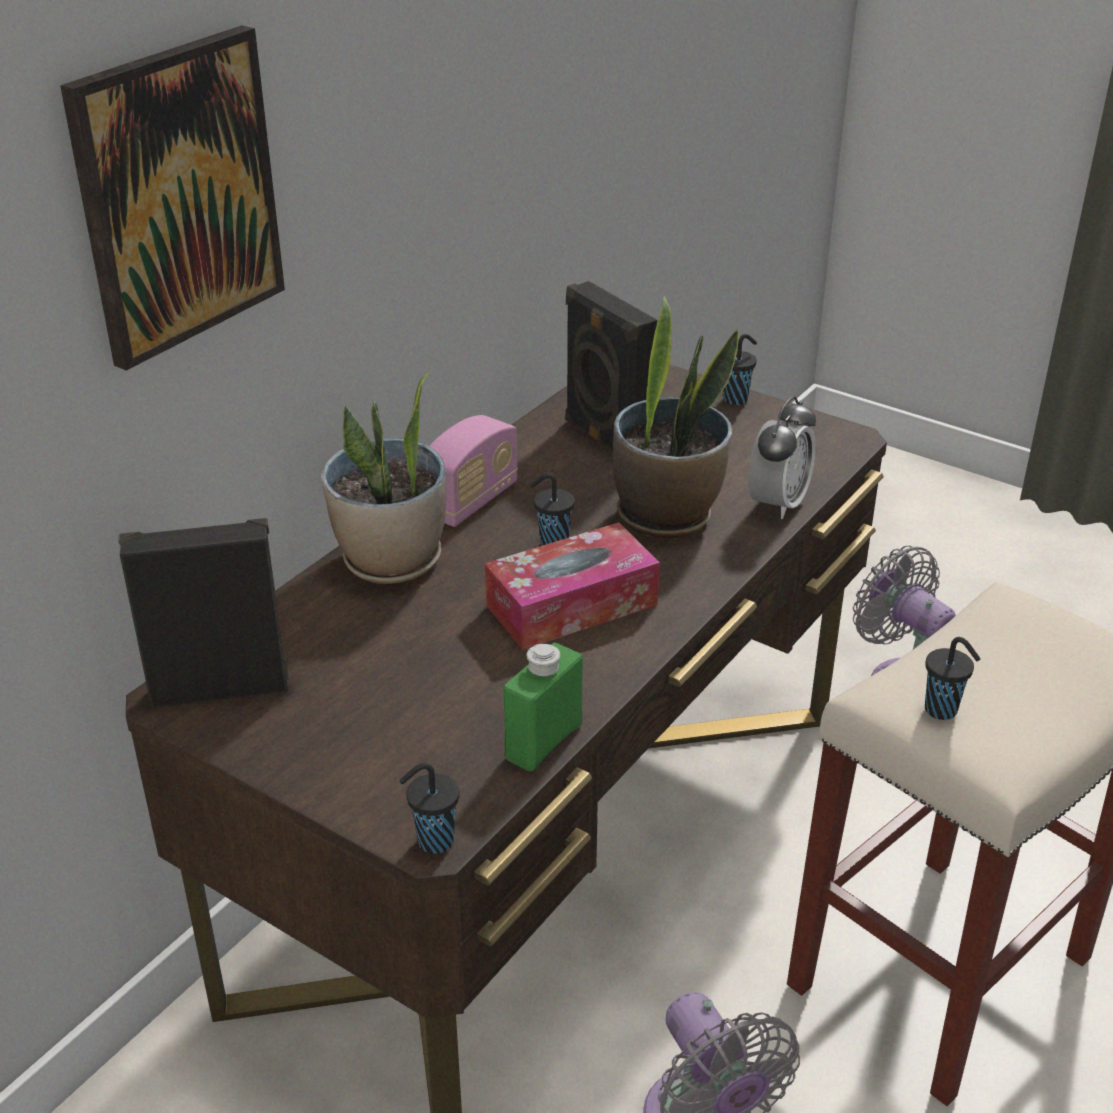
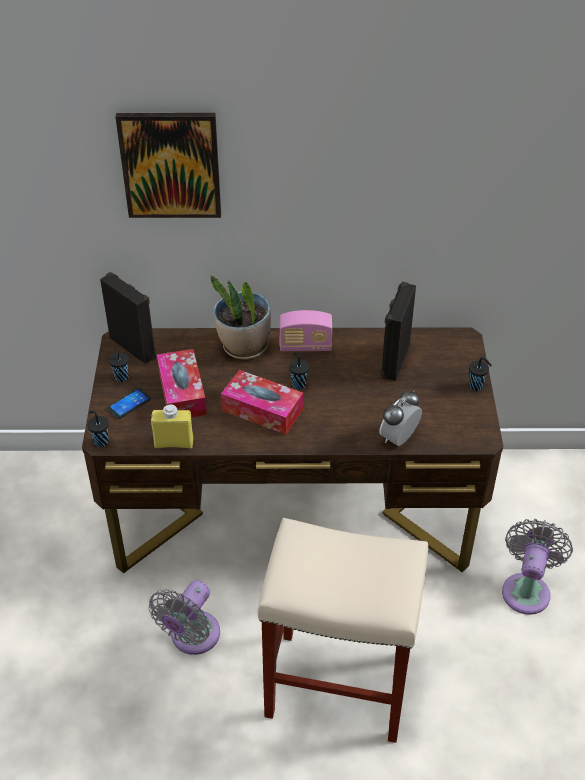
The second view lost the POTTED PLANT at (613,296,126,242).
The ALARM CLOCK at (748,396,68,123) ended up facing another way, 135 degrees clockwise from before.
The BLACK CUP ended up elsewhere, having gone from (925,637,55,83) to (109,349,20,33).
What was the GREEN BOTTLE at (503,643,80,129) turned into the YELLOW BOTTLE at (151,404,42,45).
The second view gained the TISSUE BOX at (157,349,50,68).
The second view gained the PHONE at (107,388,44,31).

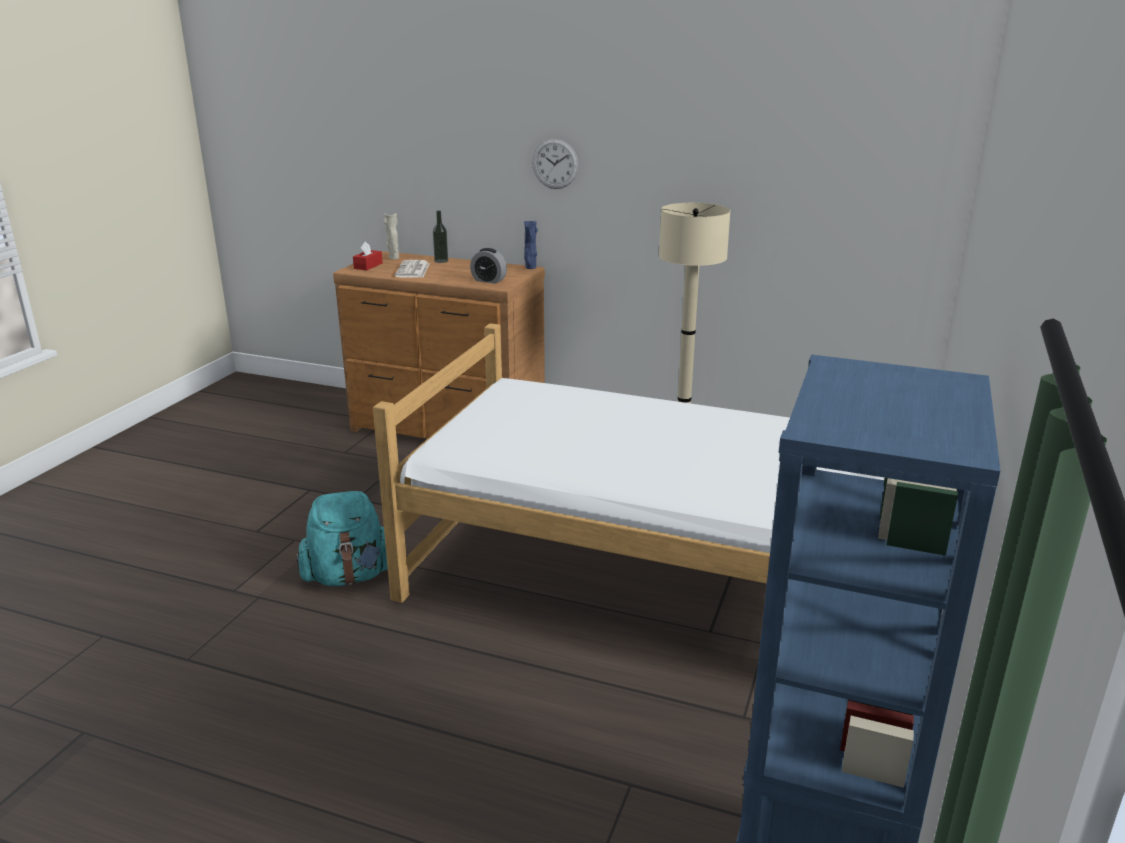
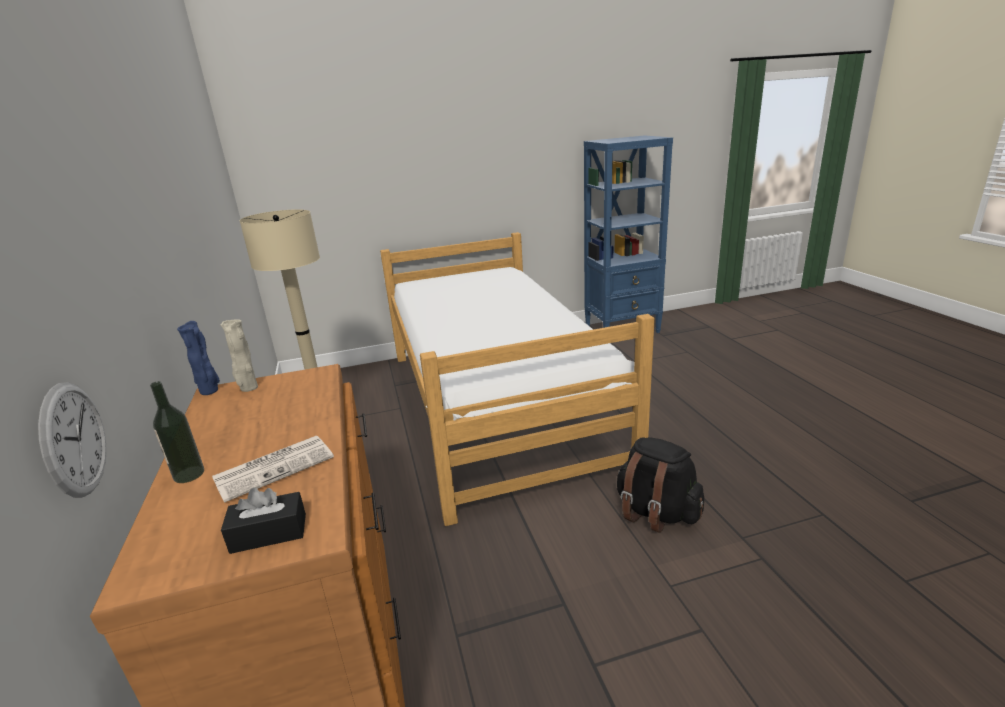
The WALL CLOCK ended up elsewhere, having gone from (532,139,47,50) to (38,382,69,115).
The BEIGE VASE ended up elsewhere, having gone from (384,213,15,47) to (221,319,37,73).
What was the RED TISSUE BOX at (353,241,30,29) turned into the BLACK TISSUE BOX at (221,487,85,67).
The second view lost the ALARM CLOCK at (470,248,37,36).
What was the TURQUOISE BACKPACK at (297,491,91,95) turned into the BLACK BACKPACK at (617,437,87,96).

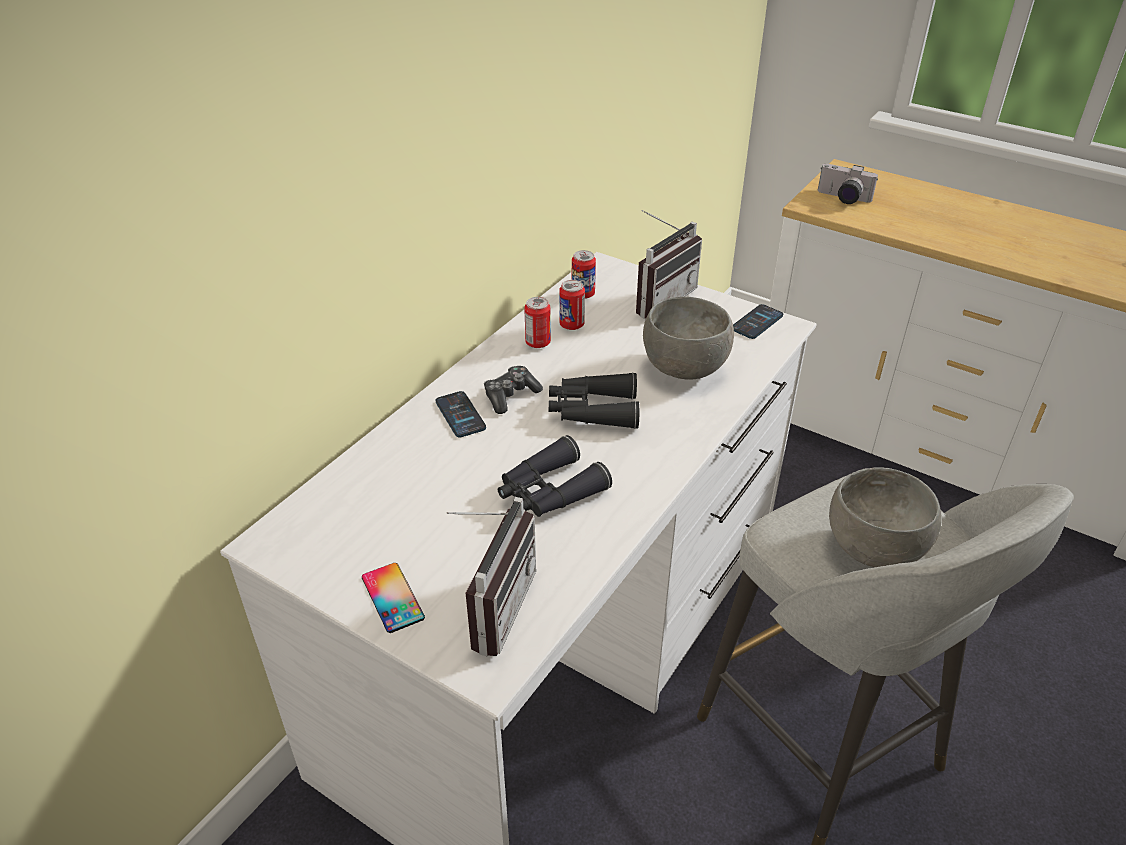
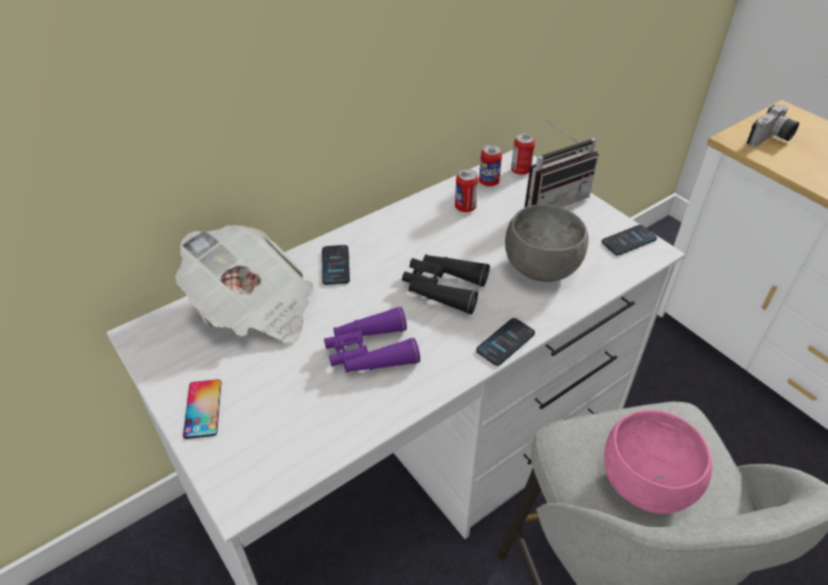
The PHOTO CAMERA at (818,164,60,40) ended up facing another way, 90 degrees counterclockwise from before.
The CAN ended up elsewhere, having gone from (524,297,27,51) to (511,133,24,42).
The second view lost the GAME CONTROLLER at (484,366,59,48).
What was the BLACK BINOCULARS at (498,435,114,82) turned into the PURPLE BINOCULARS at (324,307,96,66).
What was the GREY BOWL at (829,467,113,100) turned into the PINK BOWL at (604,410,108,104).
The second view lost the RADIO at (446,497,90,159).
The second view gained the NEWSPAPER at (175,225,138,118).
The second view gained the PHONE at (476,318,59,48).

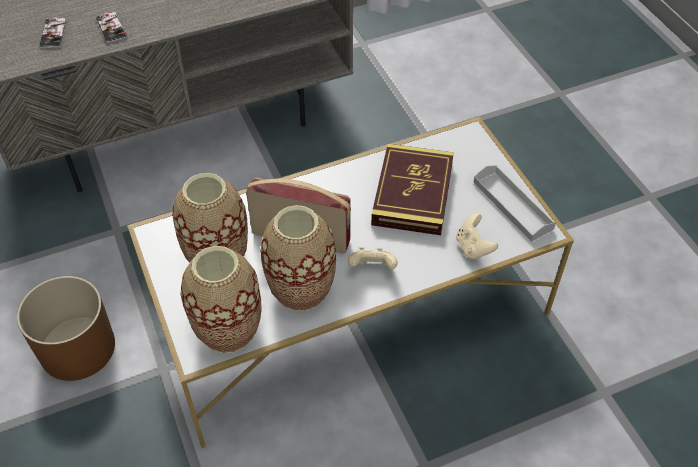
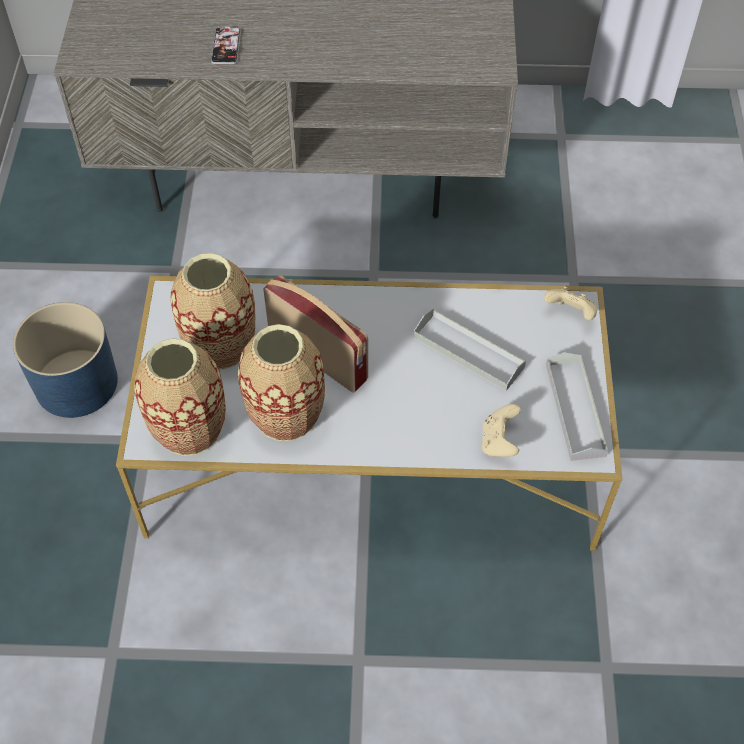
The second view lost the PHONE at (39,17,28,32).
Where the BOOK stood at (371,144,83,91), the GREY TRAY came to stand at (413,309,113,82).
The BEIGE GAME CONTROLLER ended up elsewhere, having gone from (348,247,49,22) to (544,286,53,35).
What was the BROWN PLANTER at (17,276,98,105) turned into the BLUE PLANTER at (13,302,105,116).

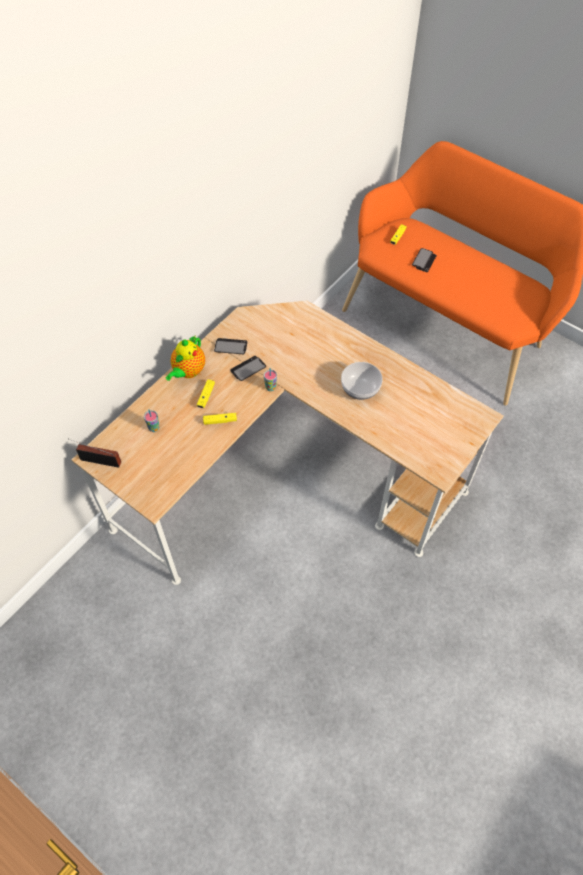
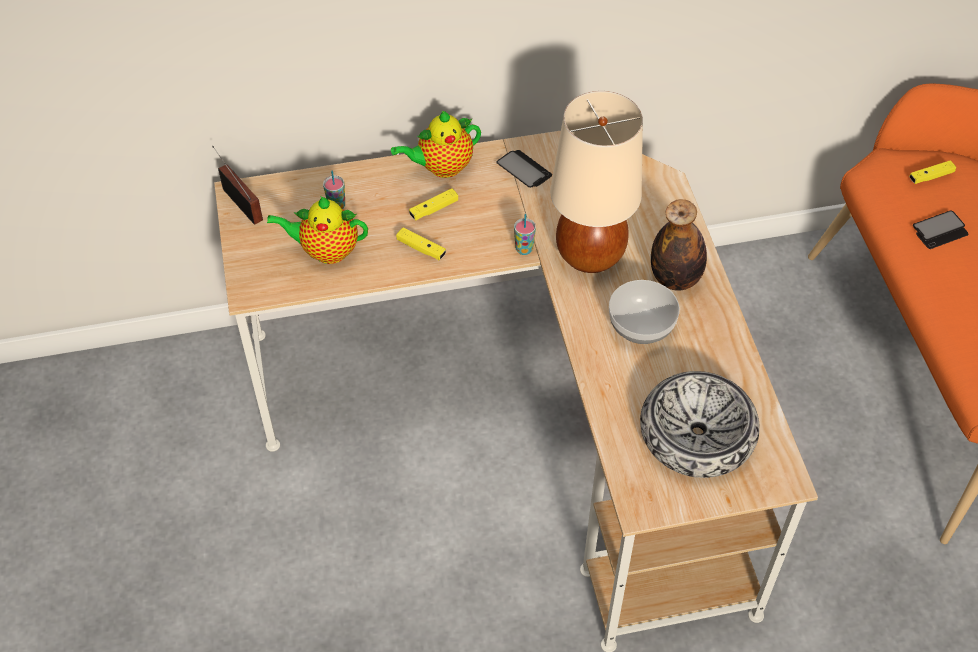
The second view lost the PHONE at (230,356,36,25).
The second view gained the BEIGE TABLE LAMP at (551,91,92,182).
The second view gained the TEAPOT at (267,197,101,67).
The second view gained the BOTTLE at (651,199,56,92).
The second view gained the BOWL at (640,371,120,107).

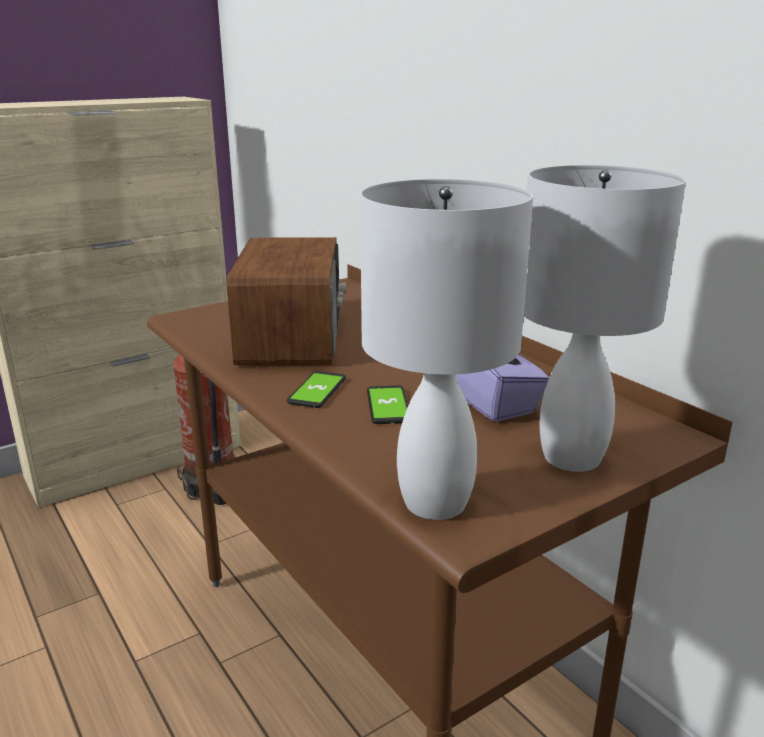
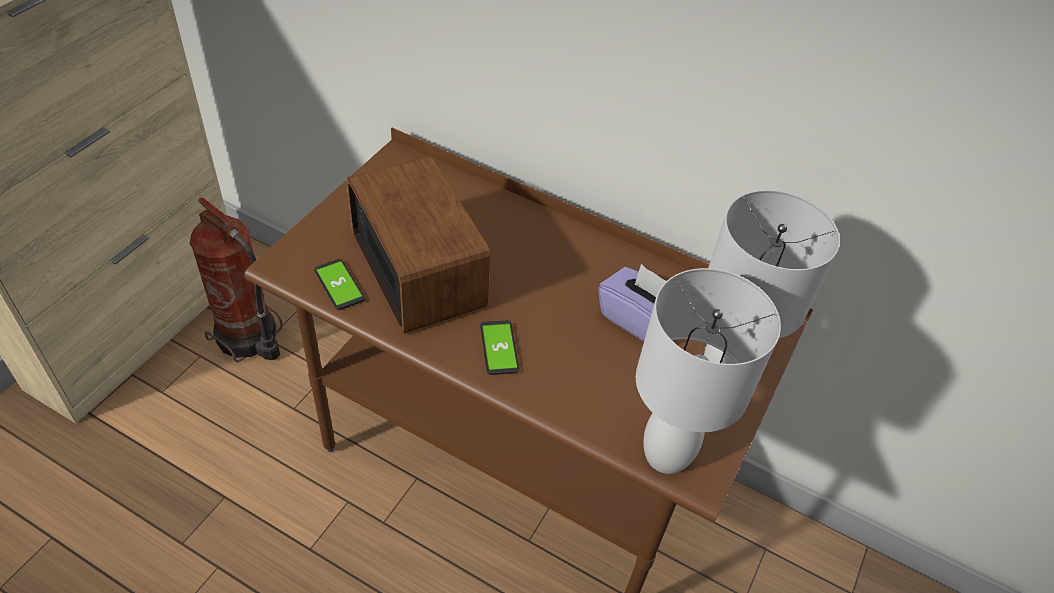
The PHONE ended up elsewhere, having gone from (367,386,41,38) to (314,259,51,51).

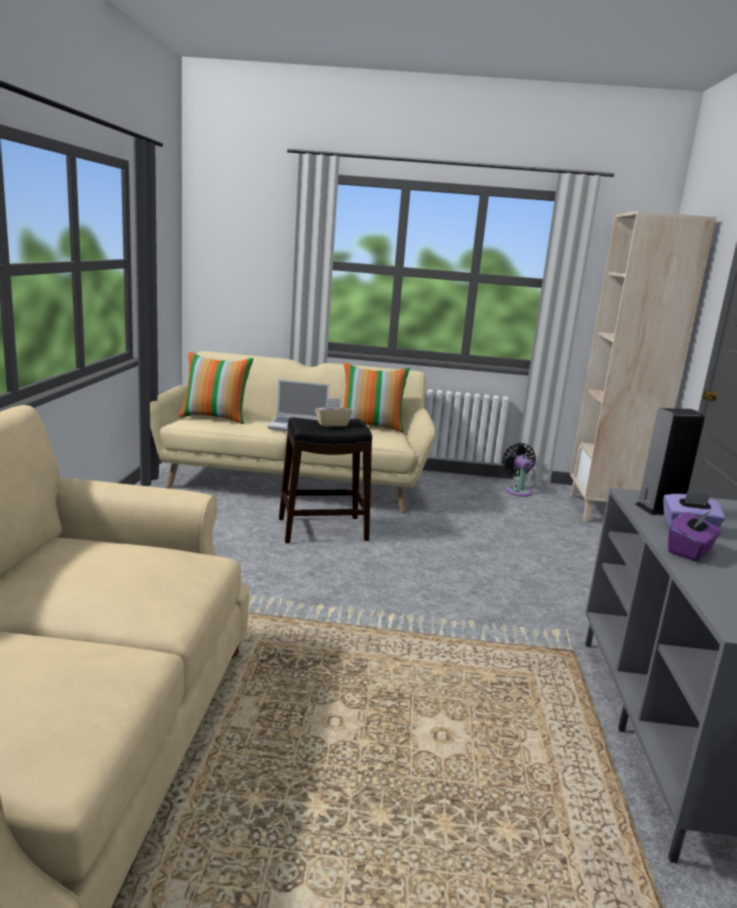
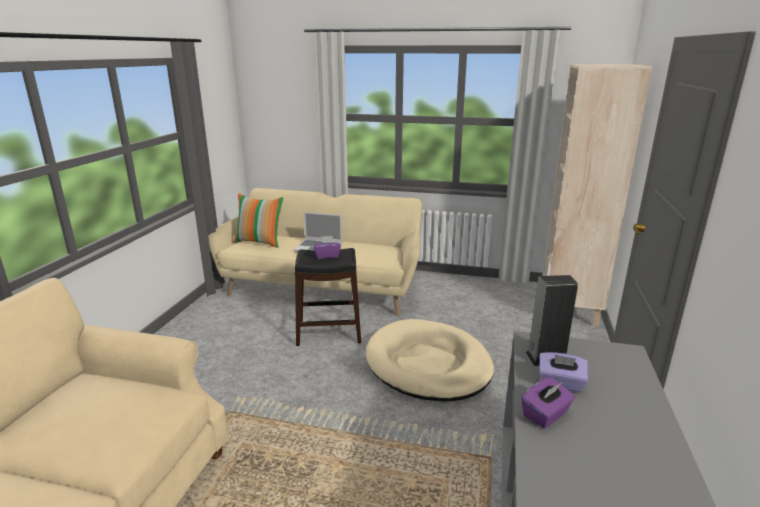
The second view lost the PILLOW at (344,363,66,69).
What was the BEIGE TISSUE BOX at (315,398,37,29) turned into the PURPLE TISSUE BOX at (314,236,27,23).
The second view lost the BLACK FAN at (502,443,34,54).
The second view gained the BEIGE DOG BED at (366,319,128,83).

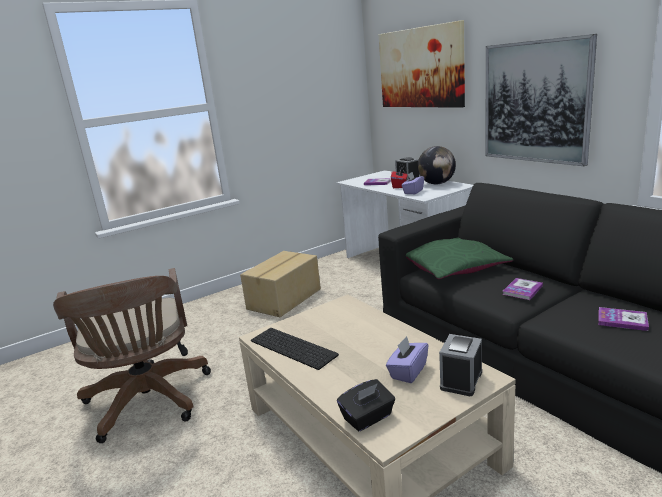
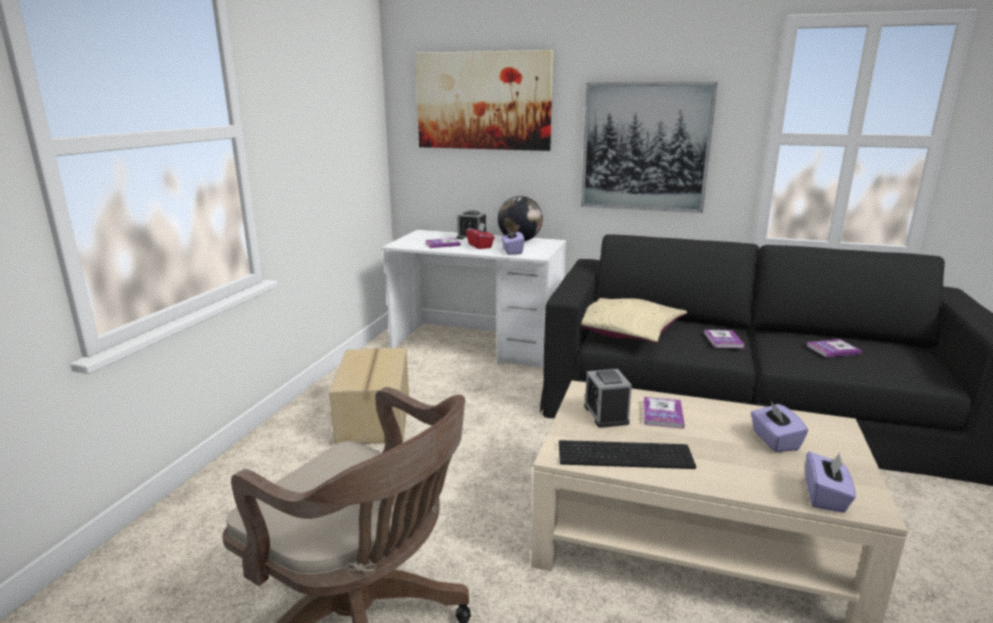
What was the GREEN PILLOW at (406,238,107,41) turned into the BEIGE PILLOW at (581,298,106,45).
The ALARM CLOCK ended up elsewhere, having gone from (439,334,43,62) to (584,369,48,59).
What was the BLACK TISSUE BOX at (337,379,58,53) turned into the PURPLE TISSUE BOX at (805,451,51,62).
The second view gained the BOOK at (643,397,42,32).

